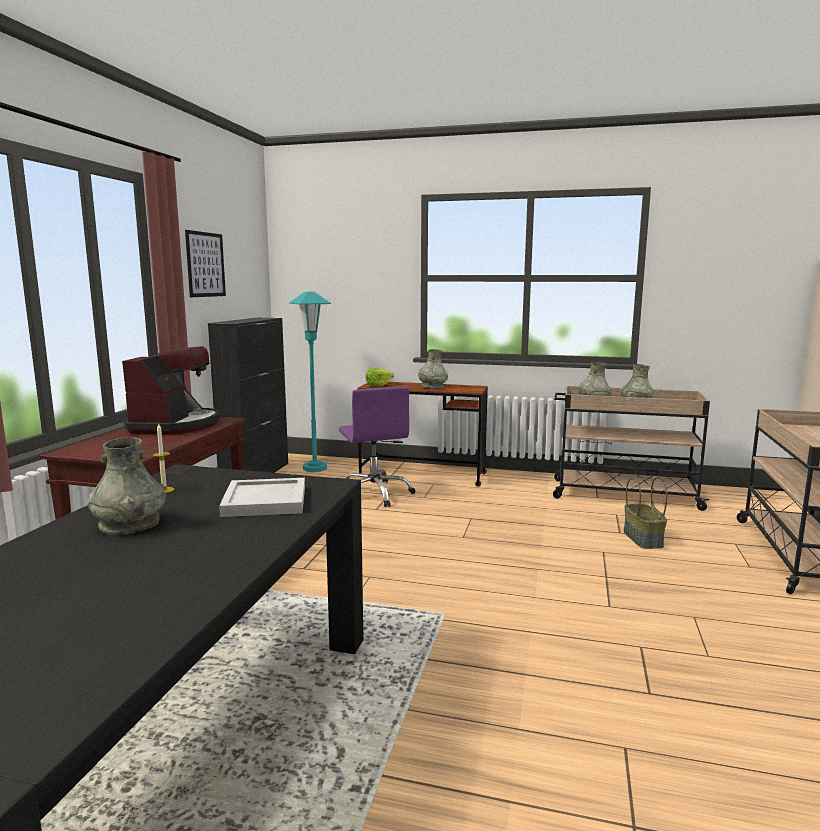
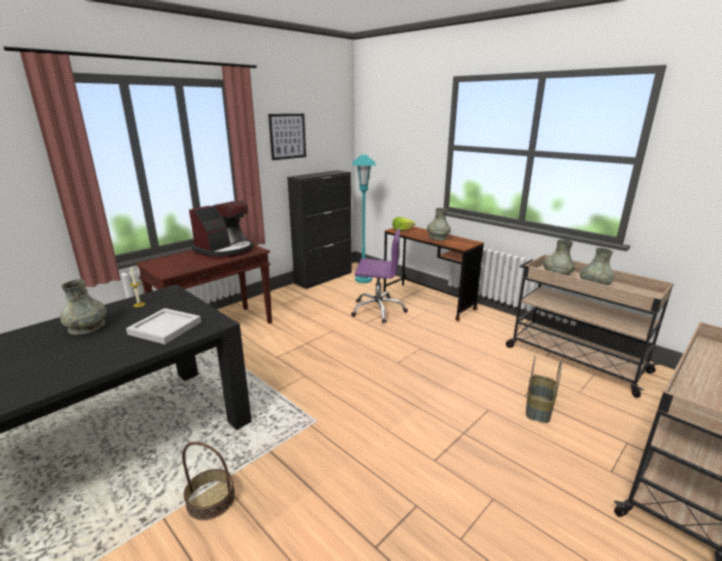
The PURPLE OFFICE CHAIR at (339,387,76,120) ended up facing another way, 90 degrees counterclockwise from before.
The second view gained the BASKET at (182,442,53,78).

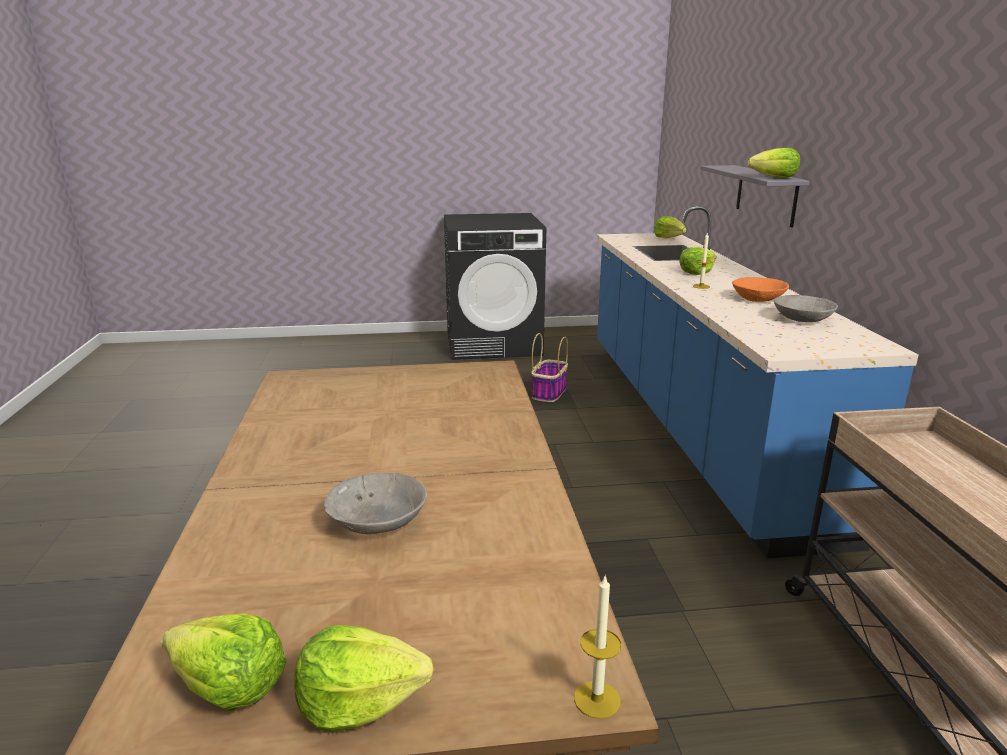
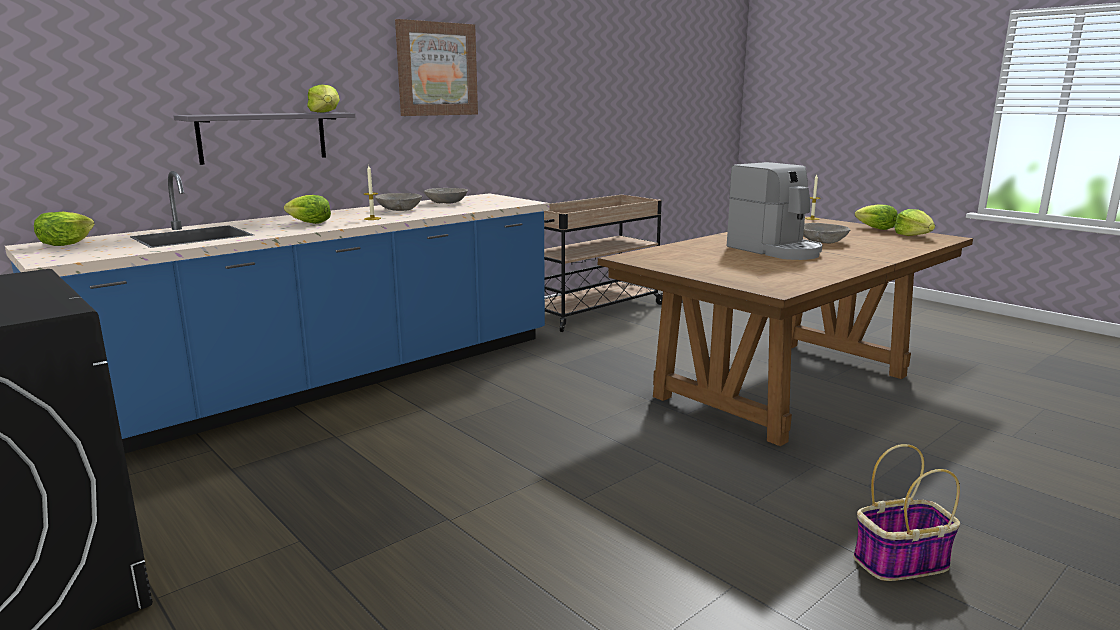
What was the ORANGE BOWL at (732,277,57,25) turned into the GREY BOWL at (375,193,47,18).
The BASKET ended up elsewhere, having gone from (531,333,37,69) to (853,444,107,137).
The second view gained the PICTURE at (395,19,83,97).
The second view gained the COFFEE MACHINE at (727,162,95,98).

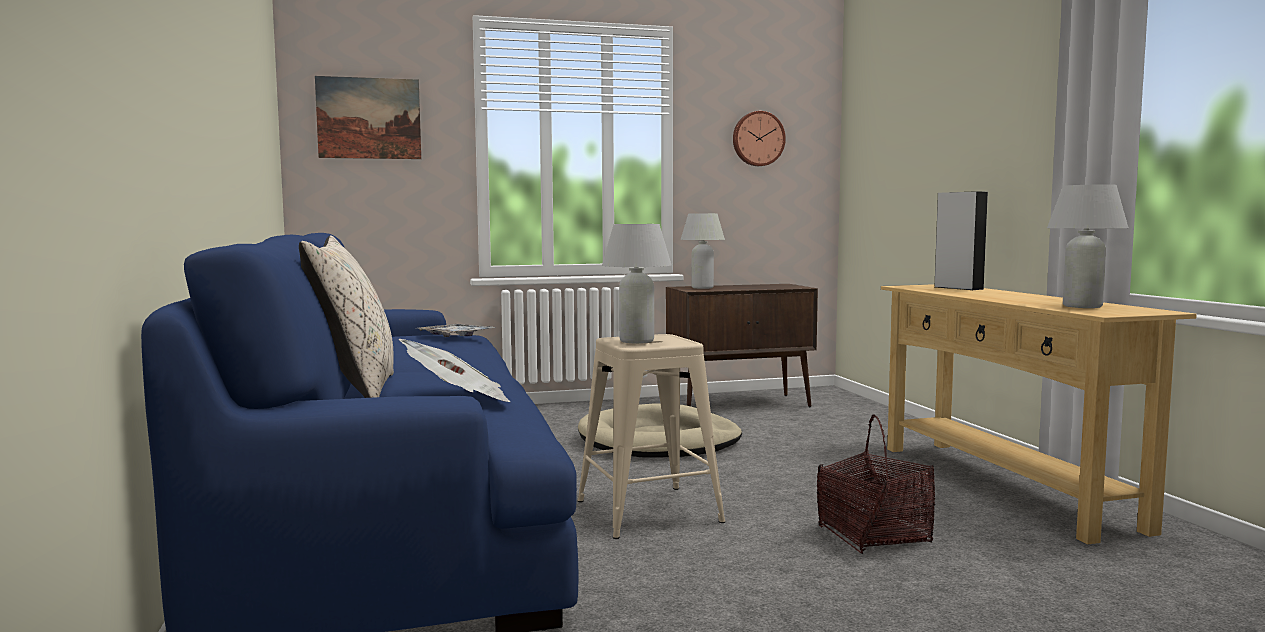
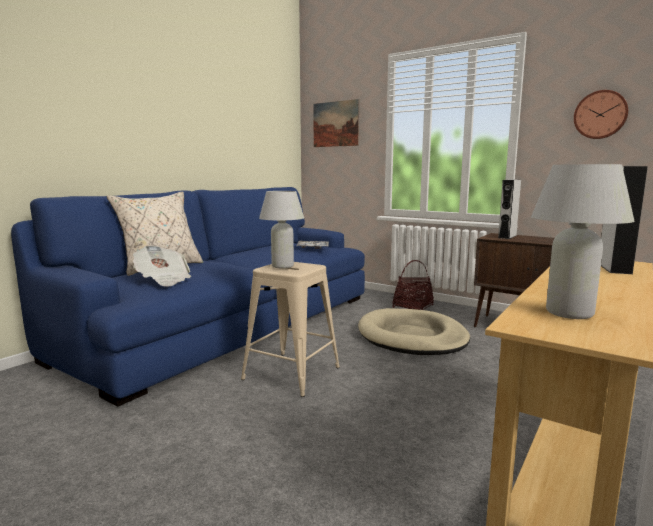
Where the WHITE TABLE LAMP stood at (681,213,44,76), the GREY SPEAKER came to stand at (498,180,23,59).
The BASKET ended up elsewhere, having gone from (817,415,118,139) to (392,260,42,50).

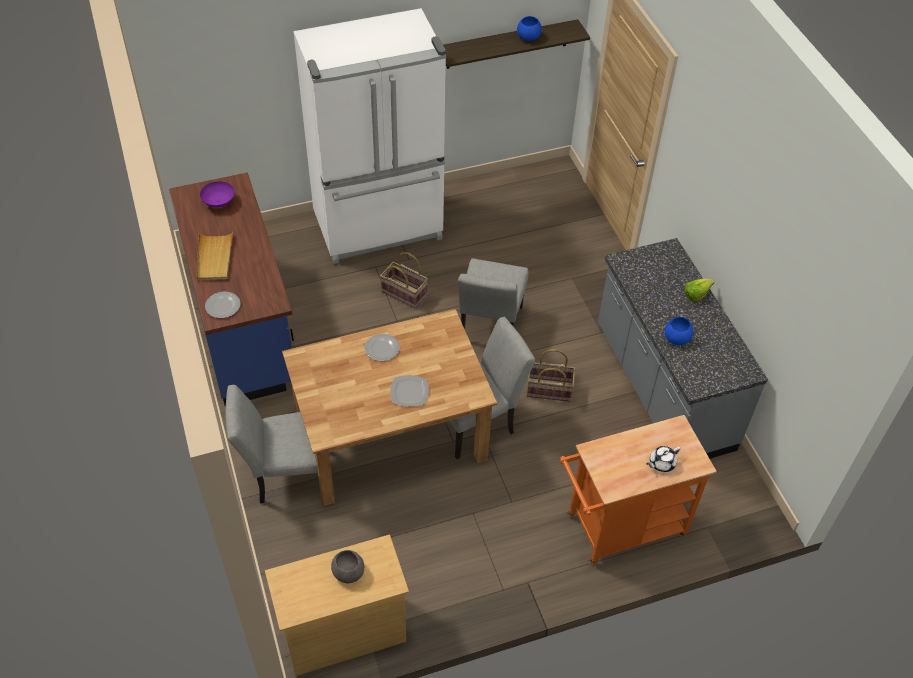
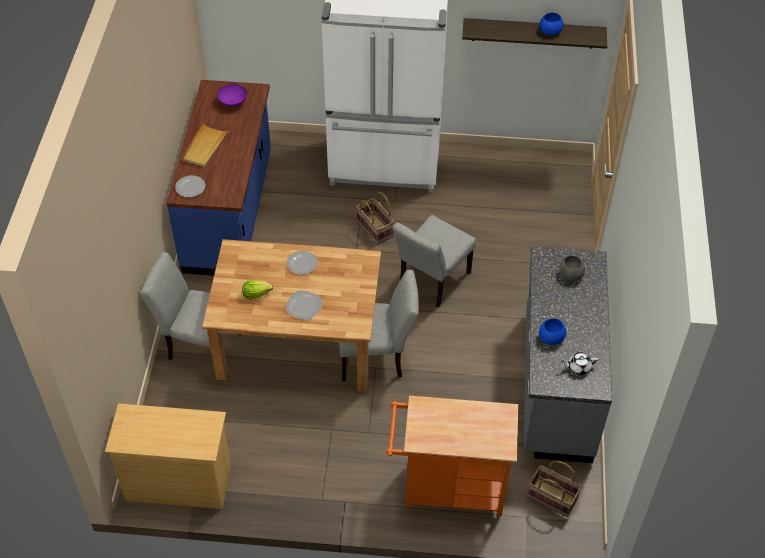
The LETTUCE ended up elsewhere, having gone from (685,278,29,23) to (242,280,31,20).
The BASKET ended up elsewhere, having gone from (527,349,48,53) to (527,461,55,56).
The WHITE TEAPOT ended up elsewhere, having gone from (647,446,34,26) to (561,352,37,23).
The GREY BOWL ended up elsewhere, having gone from (331,550,33,33) to (559,255,26,26).

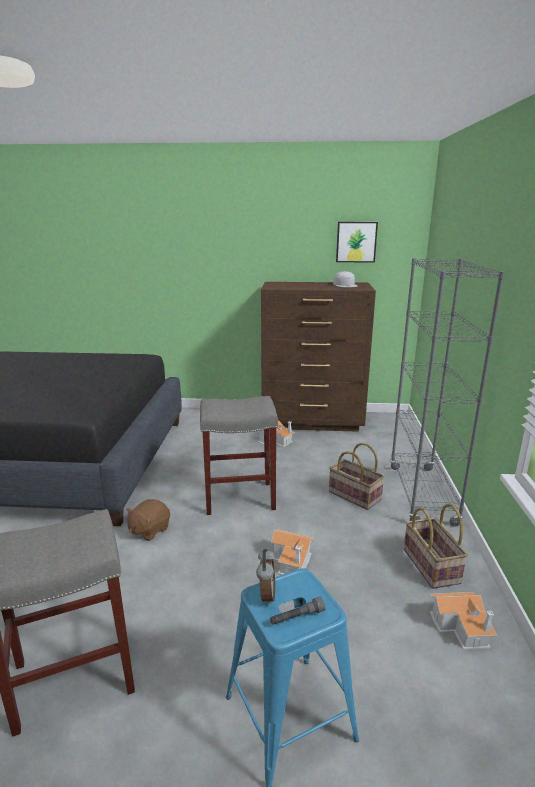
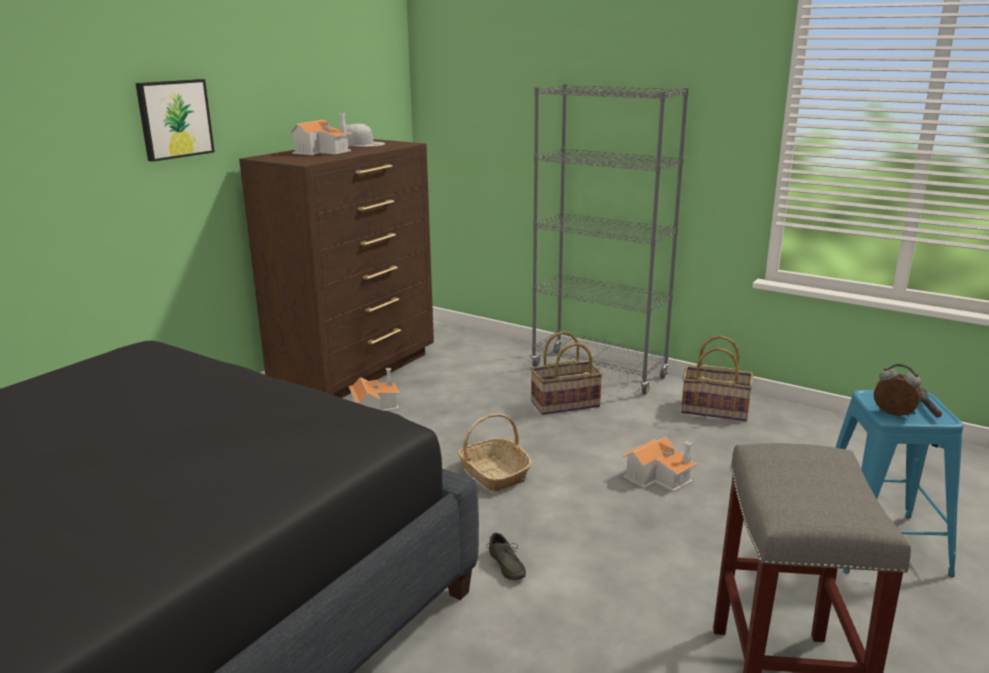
The PICTURE ended up elsewhere, having gone from (336,222,42,41) to (135,79,80,83).
Where the GREY STOOL stood at (200,396,78,119), the BASKET came to stand at (458,414,74,78).
Where the BROWN PLUSH TOY stood at (126,499,44,42), the GREY SHOE came to stand at (486,533,40,47).
The TOY HOUSE ended up elsewhere, having gone from (430,592,67,58) to (288,113,64,42).

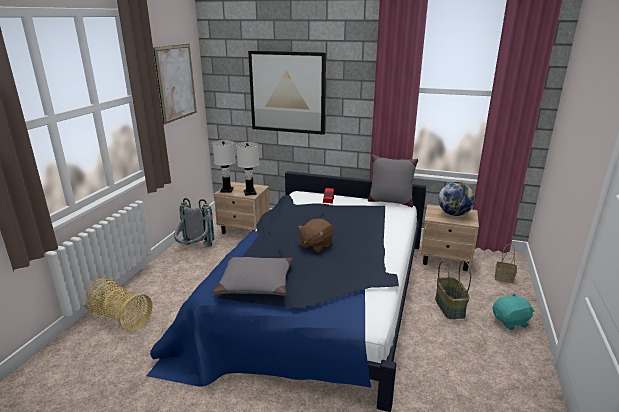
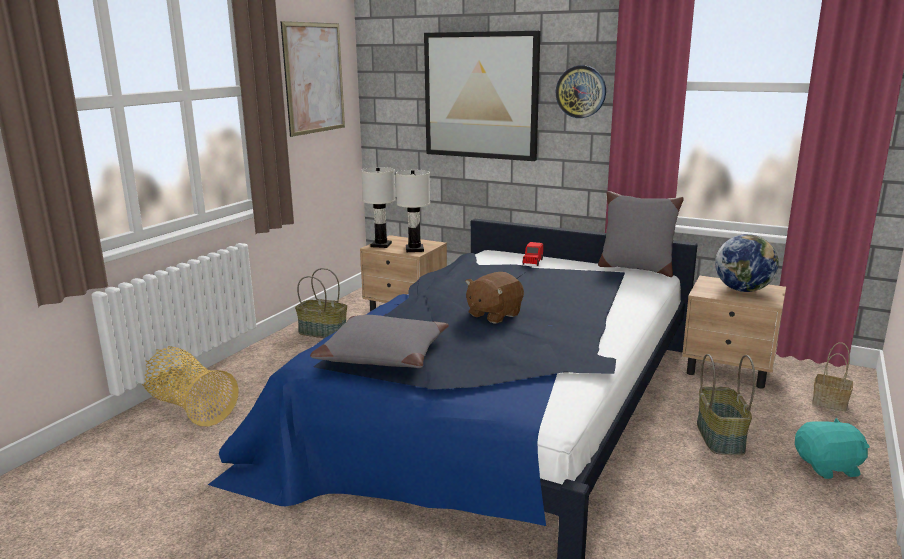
Where the GREY BACKPACK stood at (174,198,40,49), the BASKET came to stand at (295,268,52,70).
The second view gained the WALL CLOCK at (556,65,50,53).

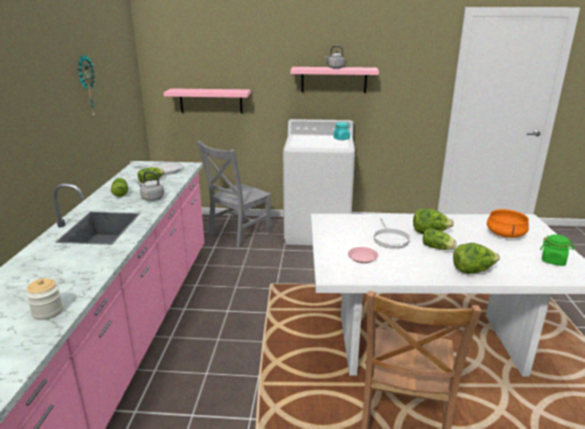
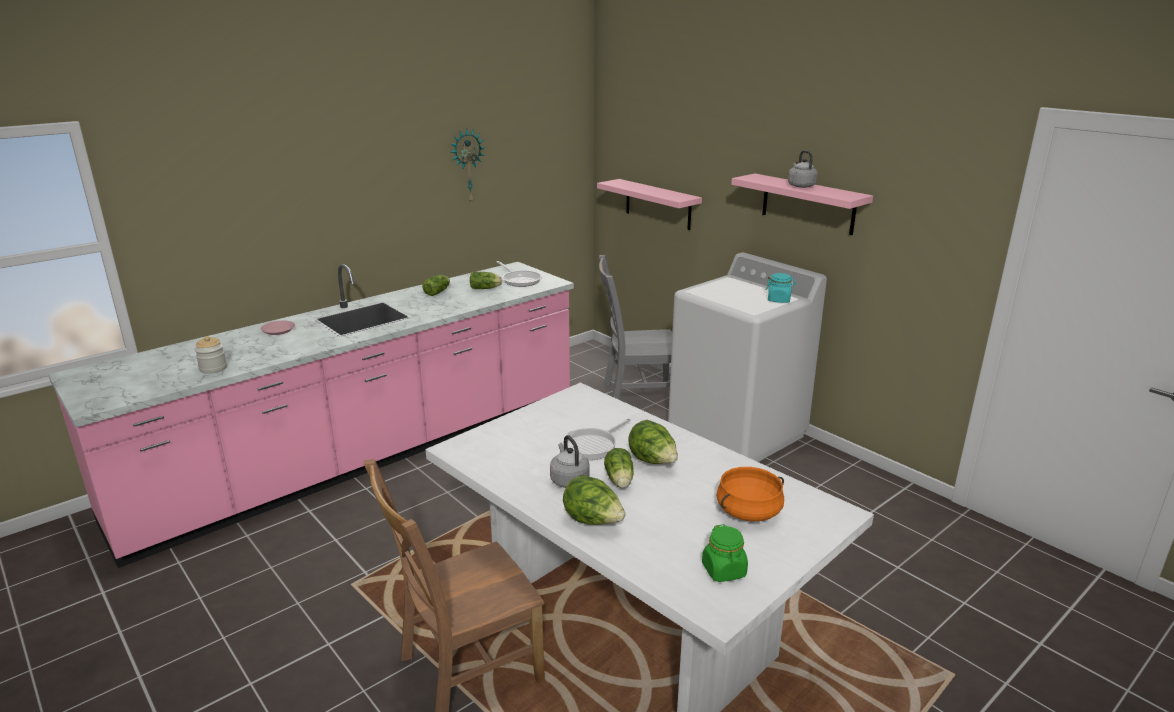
The GREY KETTLE ended up elsewhere, having gone from (137,171,27,30) to (550,435,40,53).
The PINK PLATE ended up elsewhere, having gone from (348,247,30,16) to (261,321,34,14).

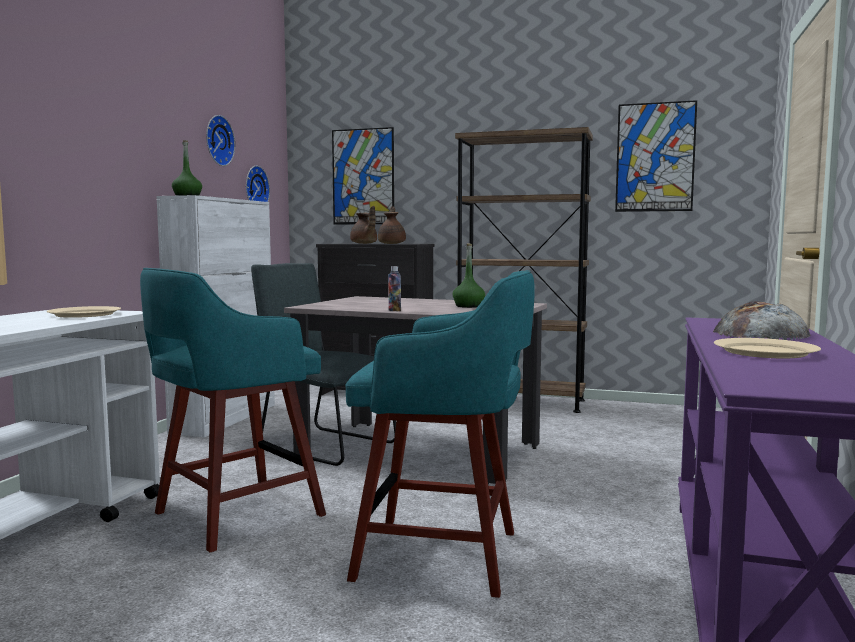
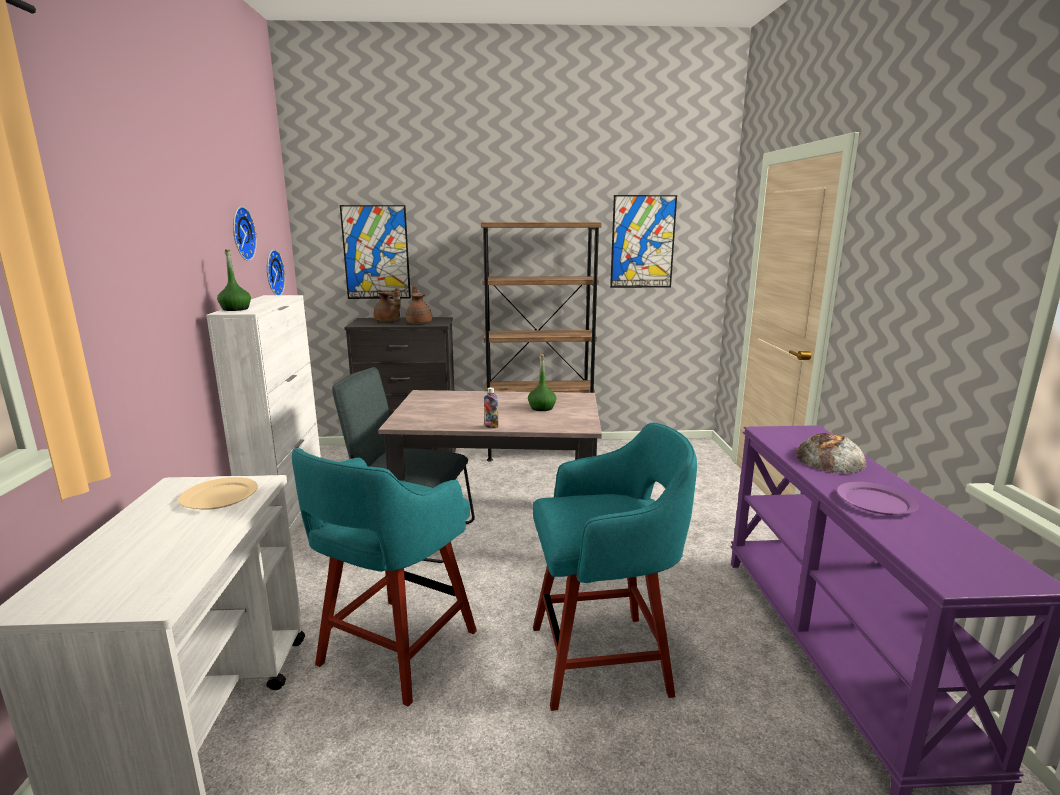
What was the BEIGE PLATE at (714,338,107,20) turned into the PURPLE PLATE at (837,482,82,33).

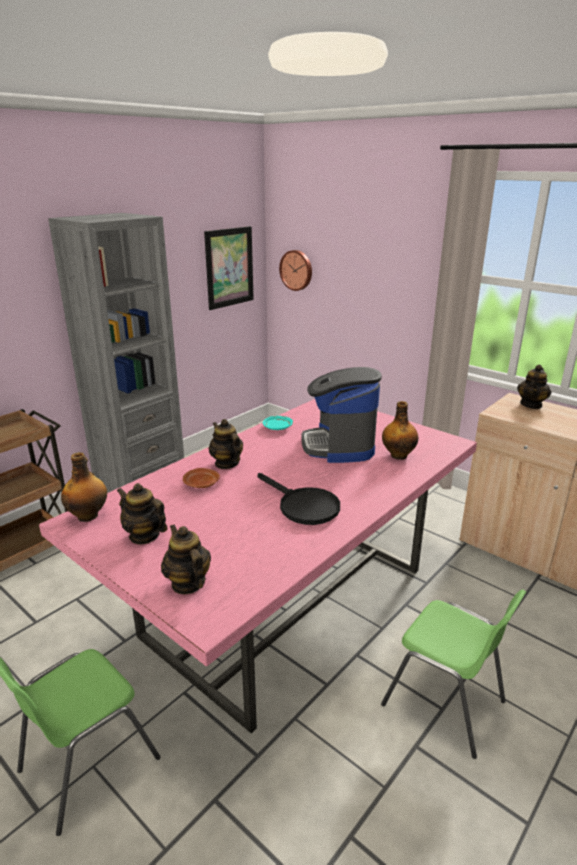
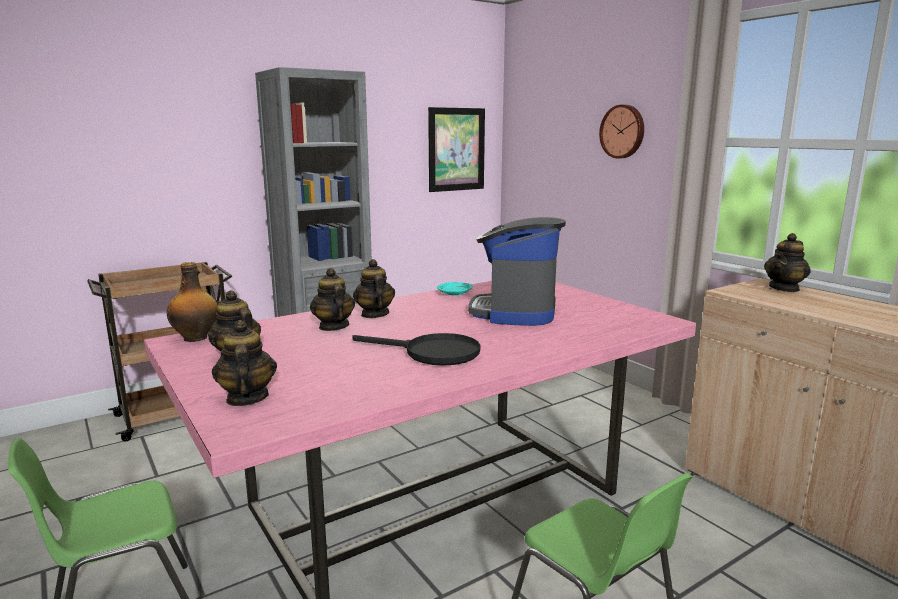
The WALL CLOCK ended up elsewhere, having gone from (279,250,33,41) to (599,105,45,54).
The second view lost the BOTTLE at (382,401,37,59).
Where the BROWN PLATE stood at (183,468,37,20), the TEAPOT came to stand at (310,268,45,63).
The BLACK FRYING PAN at (258,473,82,52) ended up facing another way, 45 degrees counterclockwise from before.

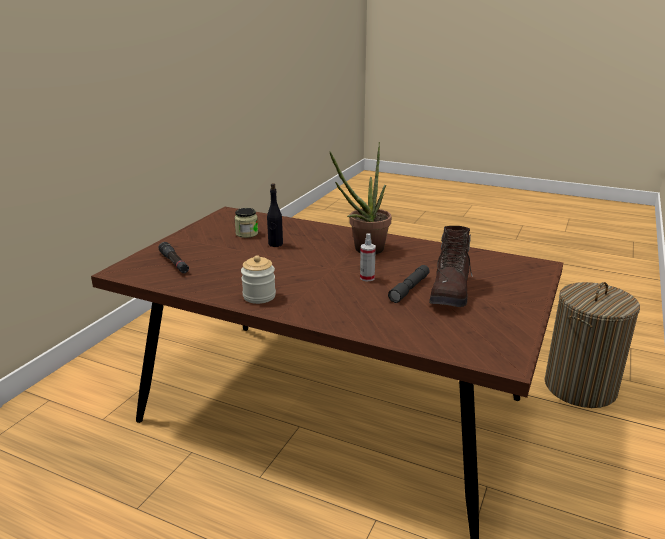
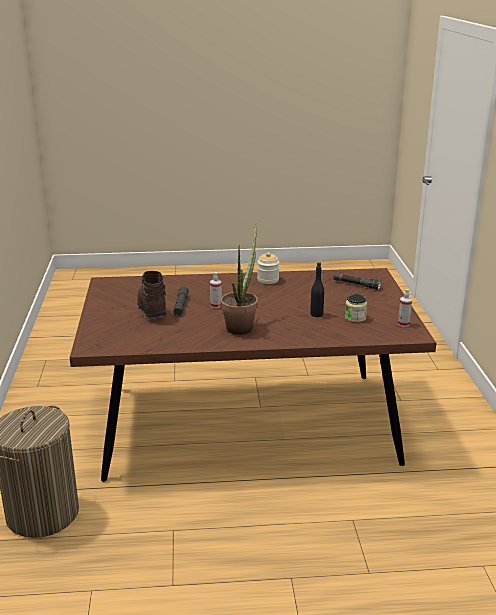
The second view gained the SPRAY BOTTLE at (398,289,14,38).

